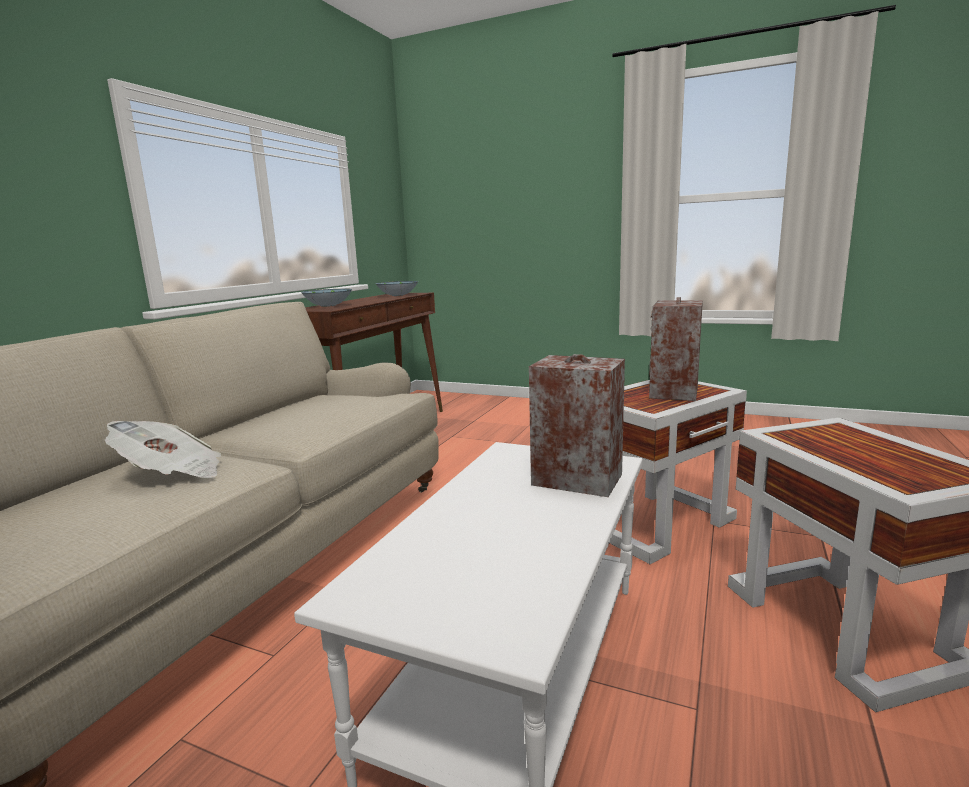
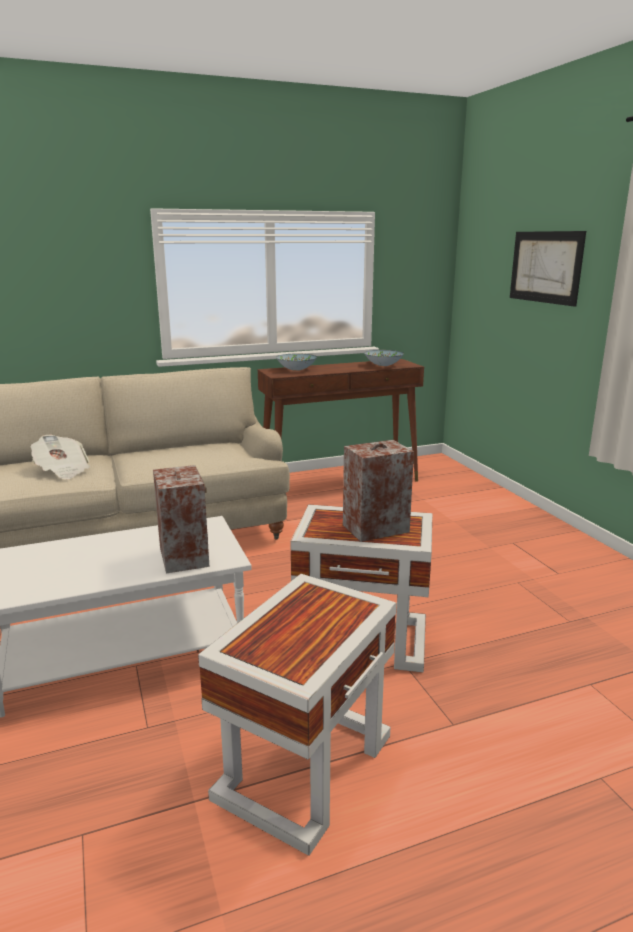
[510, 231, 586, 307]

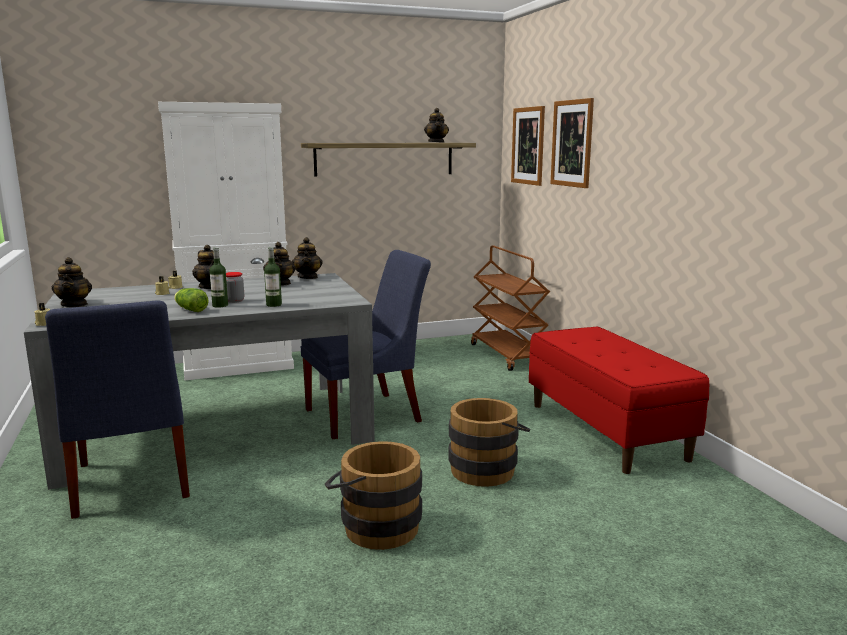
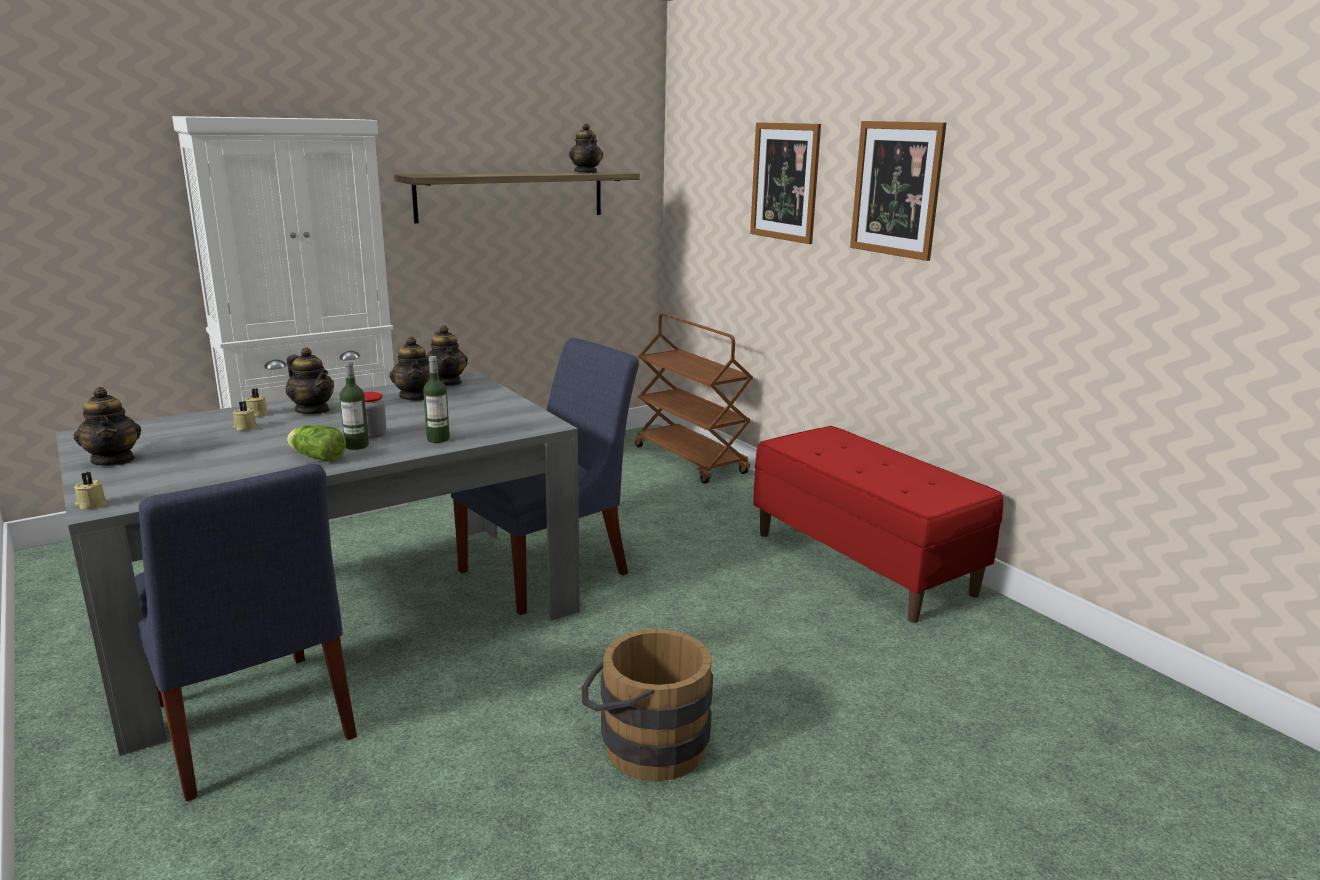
[850, 121, 946, 261]
[448, 398, 530, 487] (first image)

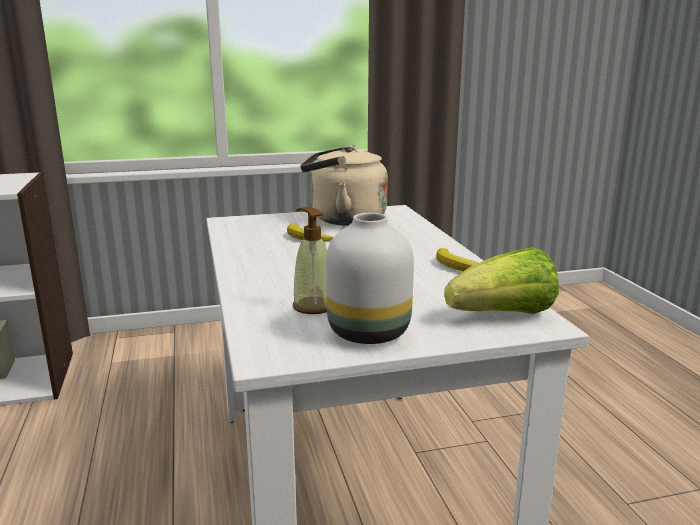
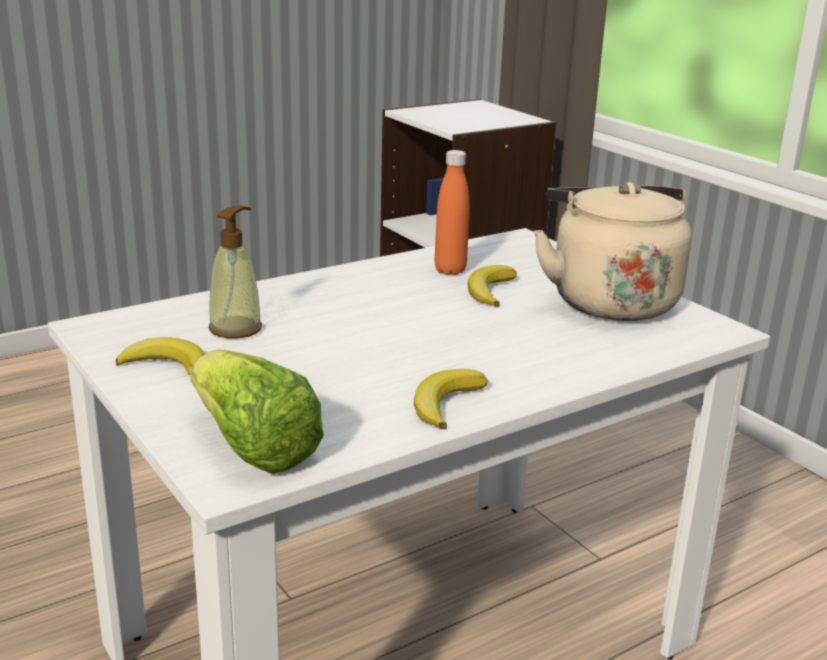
[116, 337, 205, 375]
[434, 150, 470, 275]

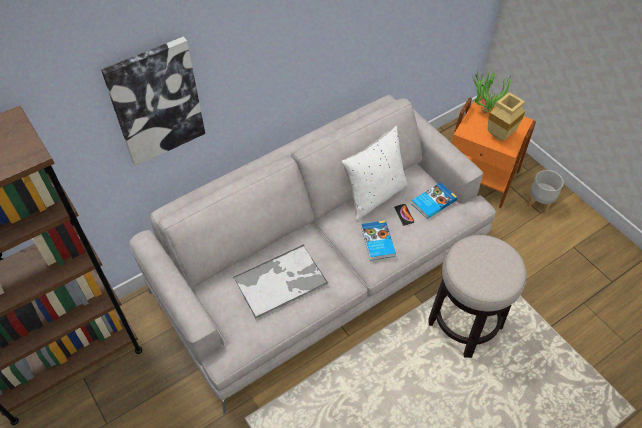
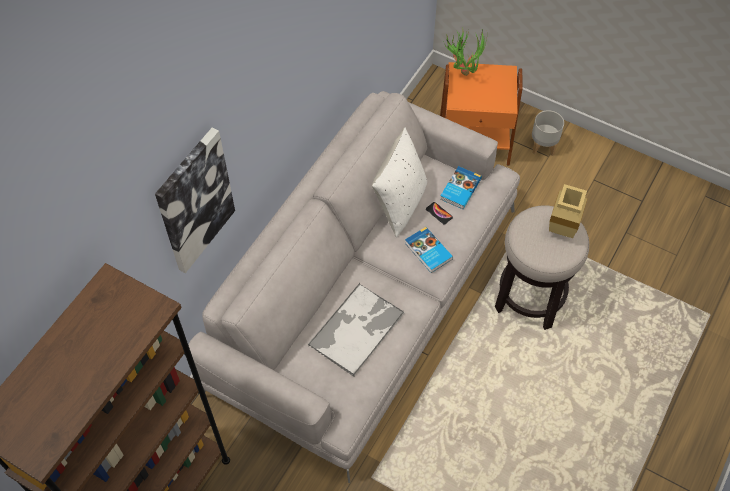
[549, 184, 587, 238]

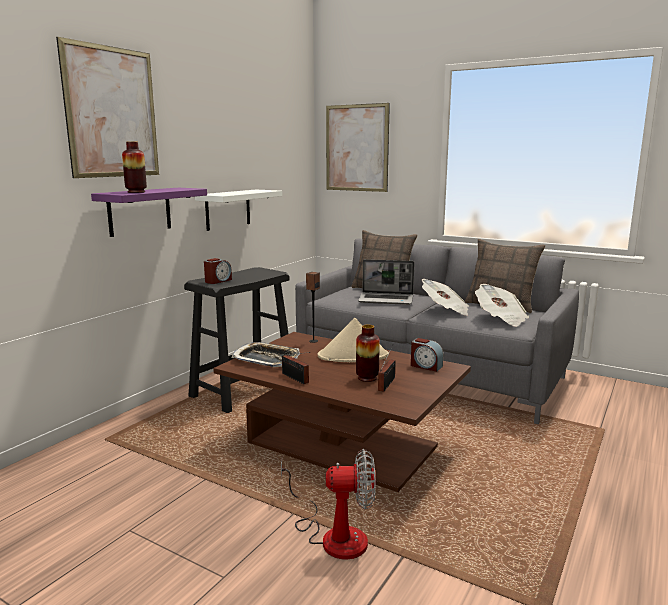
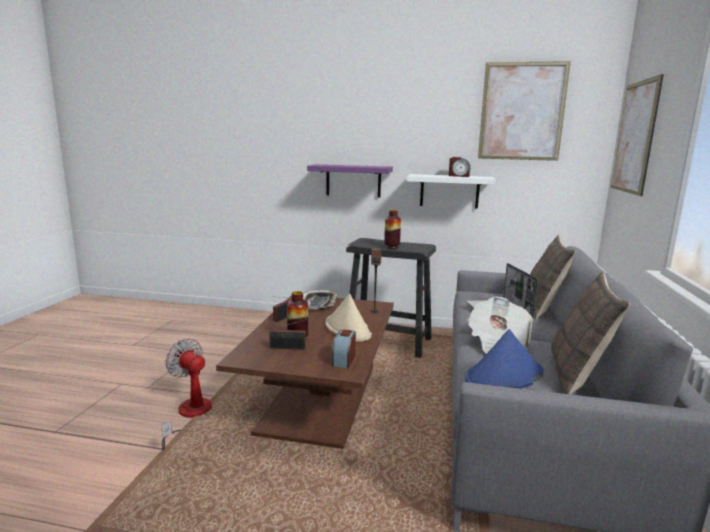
[161, 338, 212, 450]
[384, 210, 401, 249]
[449, 157, 471, 177]
[465, 329, 543, 389]
[478, 61, 571, 161]

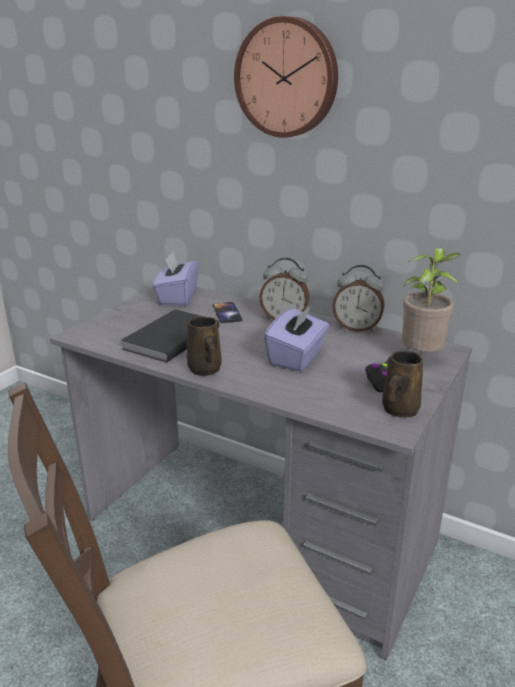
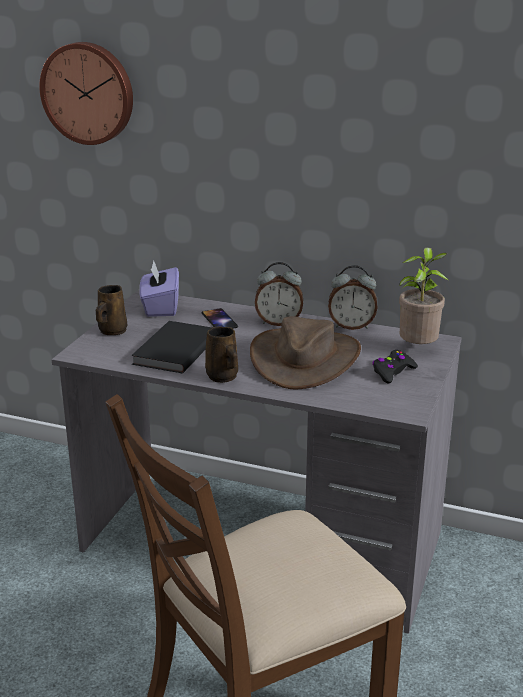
[39, 42, 133, 145]
[96, 285, 128, 335]
[250, 316, 361, 389]

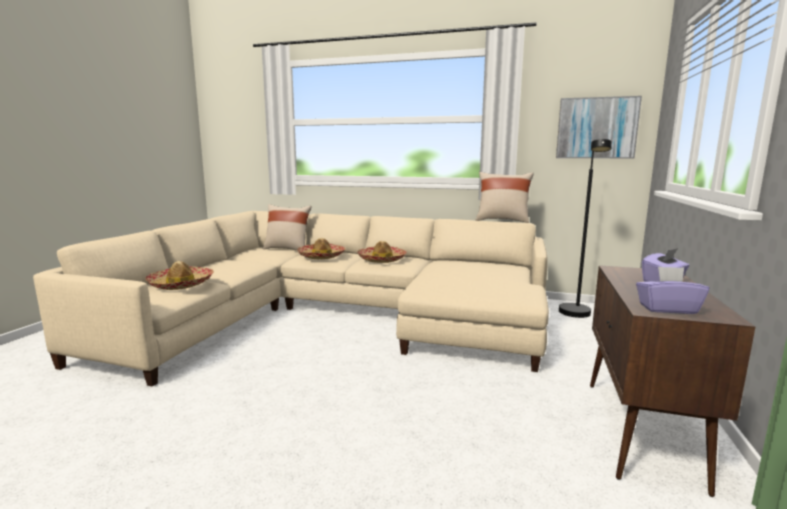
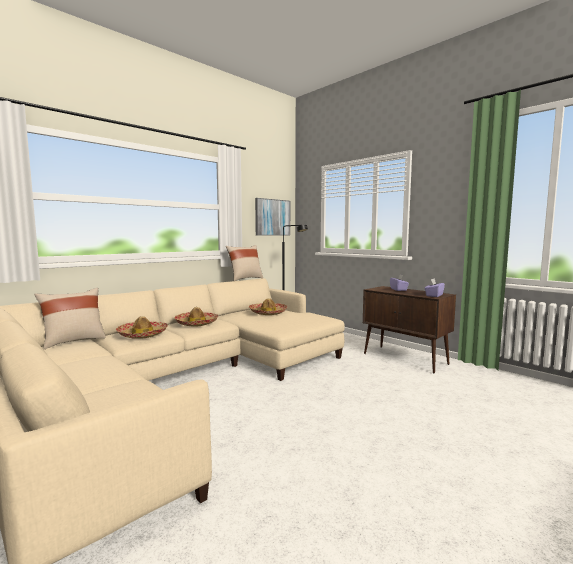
[249, 298, 287, 315]

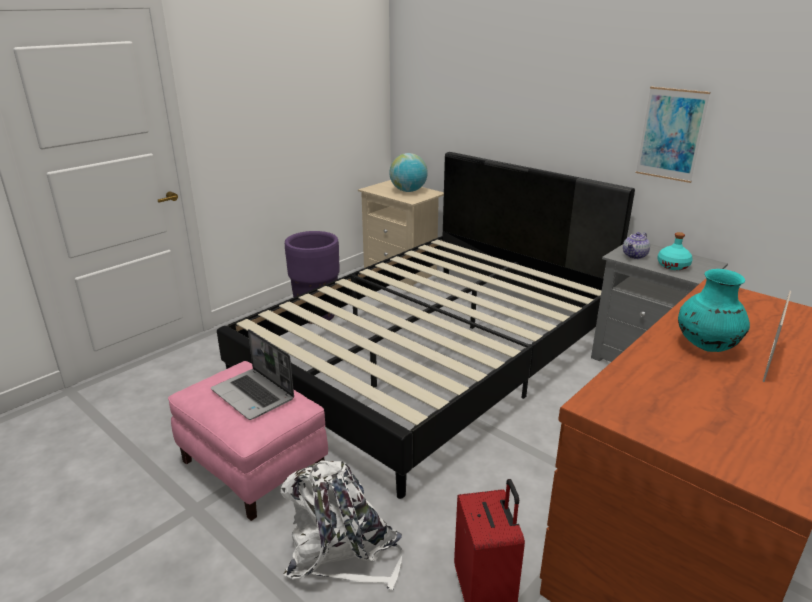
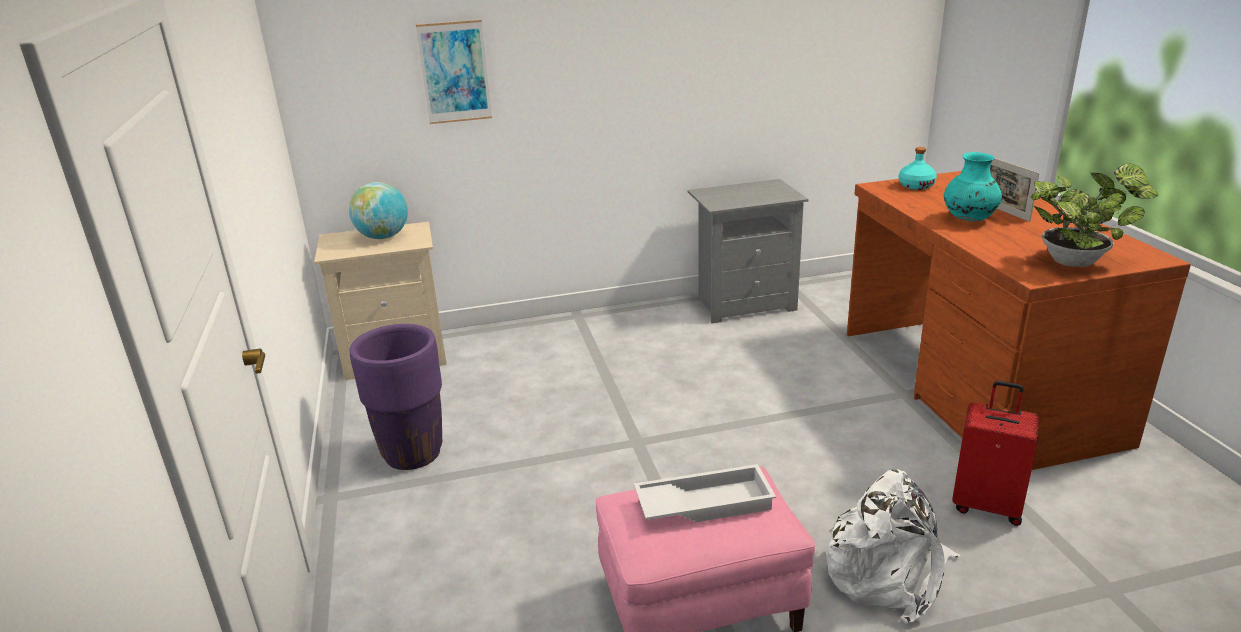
[416, 20, 492, 124]
[634, 464, 776, 522]
[898, 147, 937, 190]
[1031, 163, 1158, 267]
[217, 152, 635, 499] (first image)
[623, 232, 650, 259] (first image)

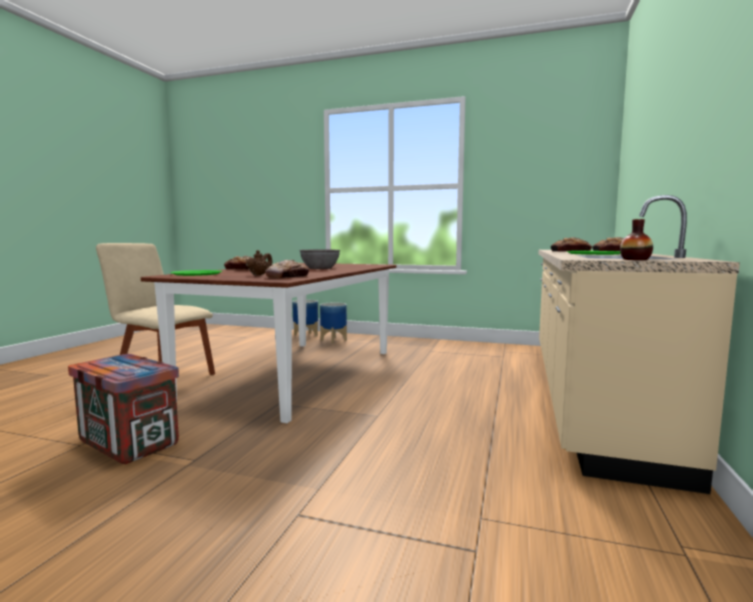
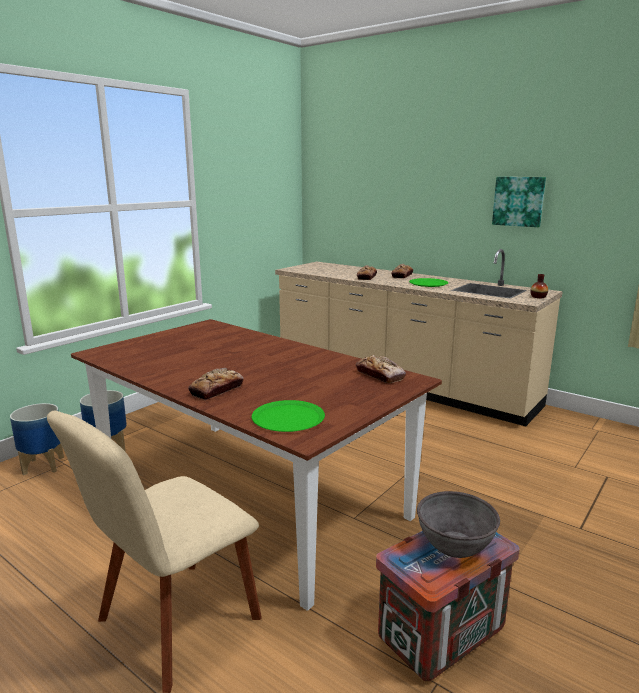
[417, 491, 500, 558]
[492, 177, 546, 227]
[246, 250, 272, 276] (first image)

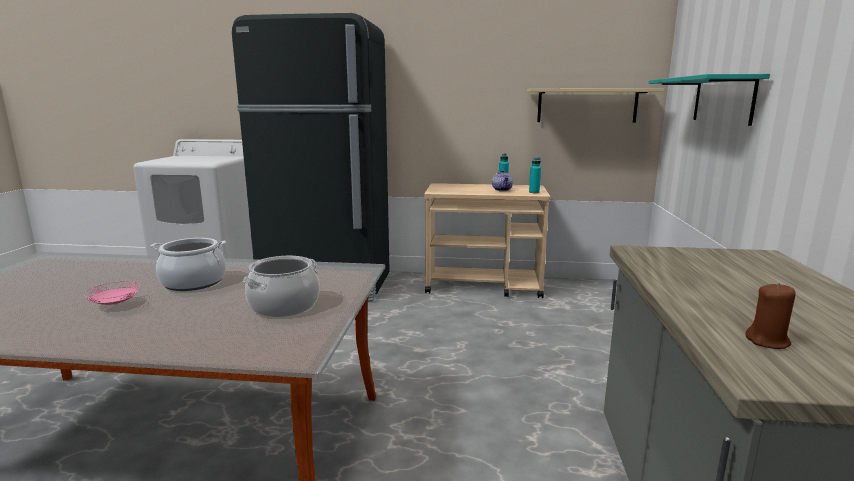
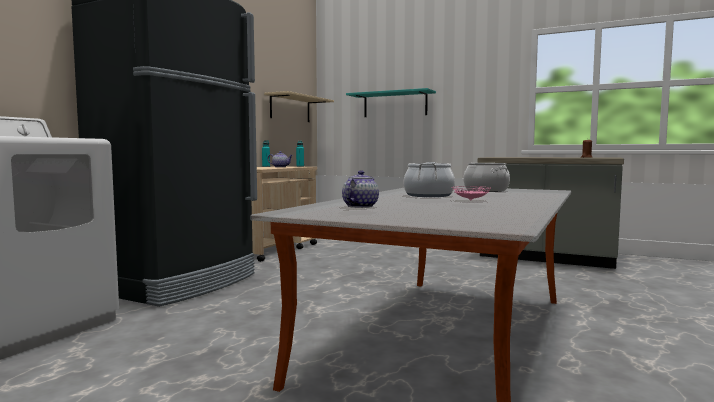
[342, 170, 379, 208]

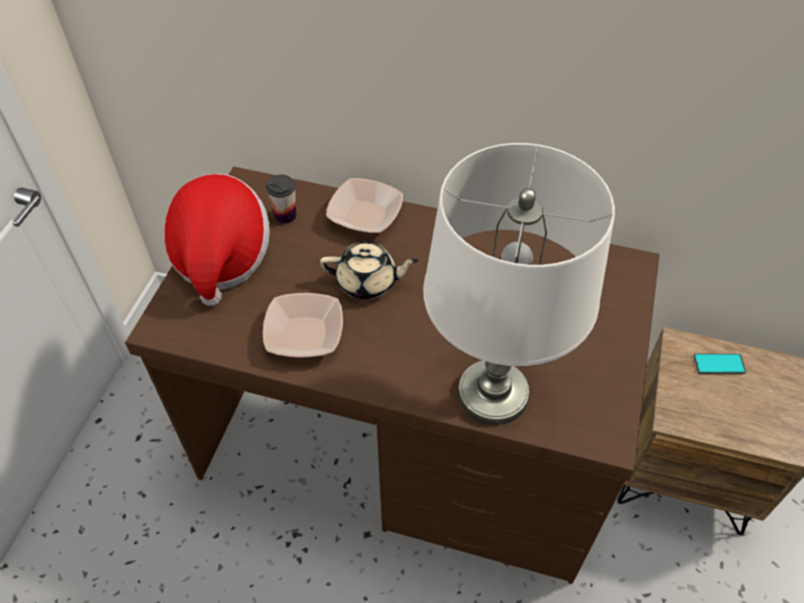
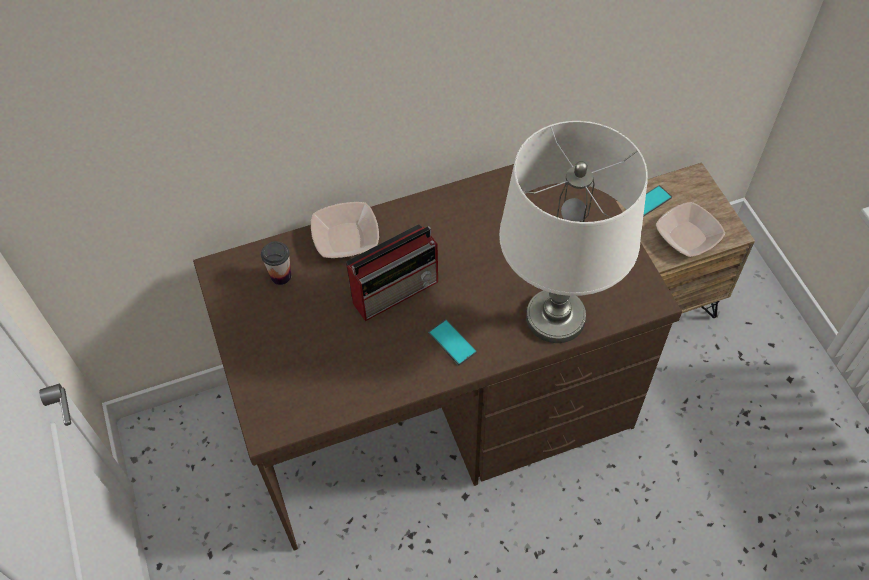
[346, 224, 438, 321]
[428, 319, 477, 365]
[656, 202, 725, 257]
[164, 173, 270, 306] (first image)

